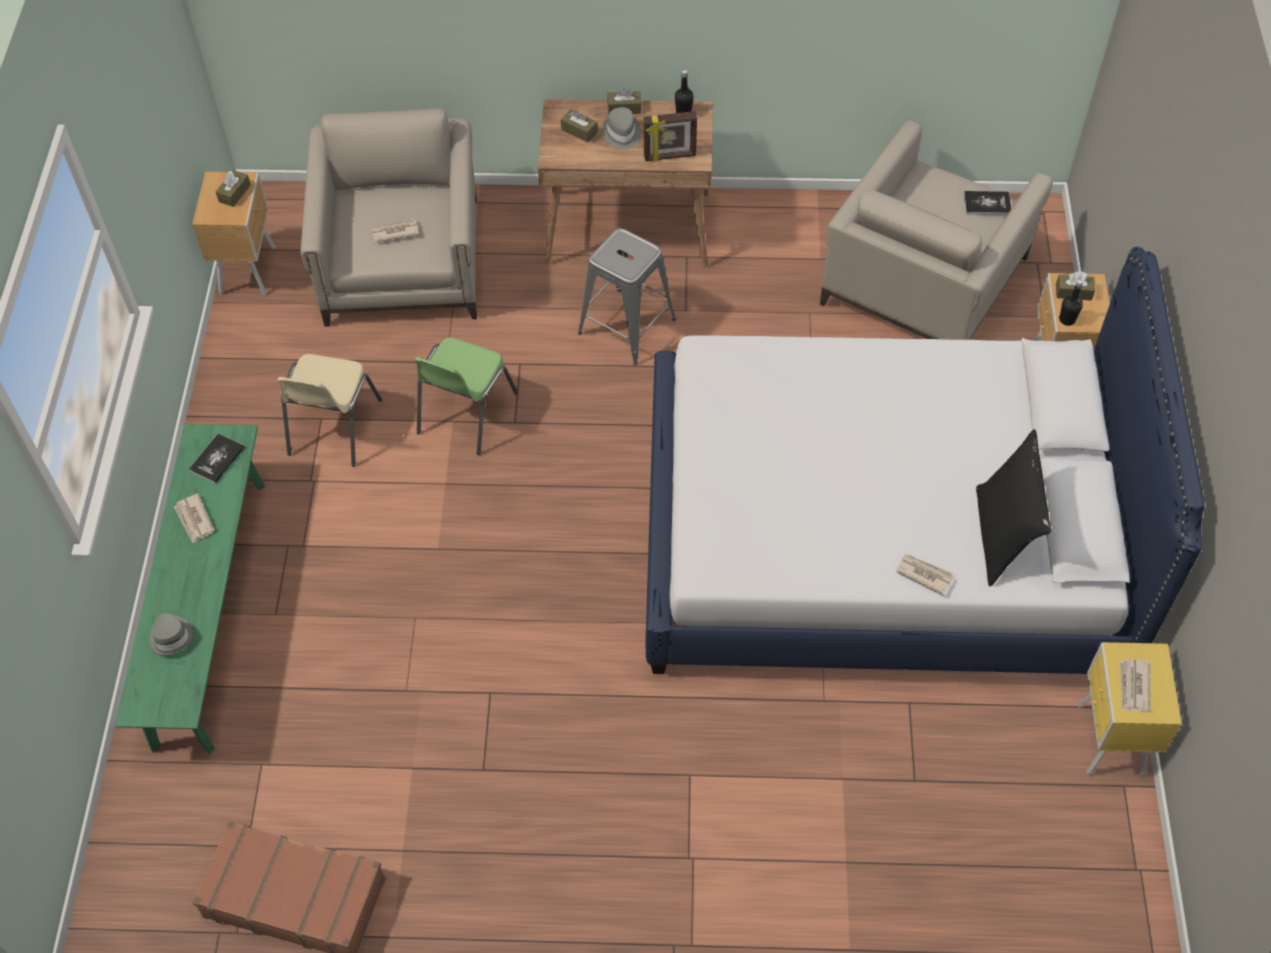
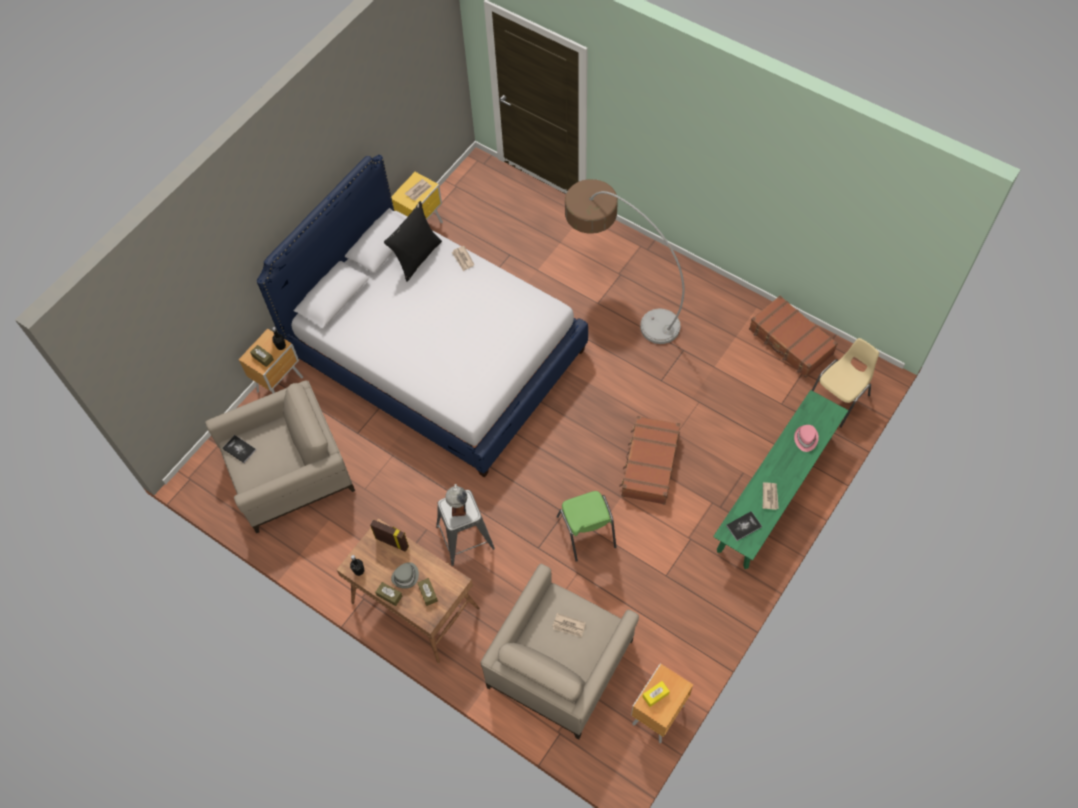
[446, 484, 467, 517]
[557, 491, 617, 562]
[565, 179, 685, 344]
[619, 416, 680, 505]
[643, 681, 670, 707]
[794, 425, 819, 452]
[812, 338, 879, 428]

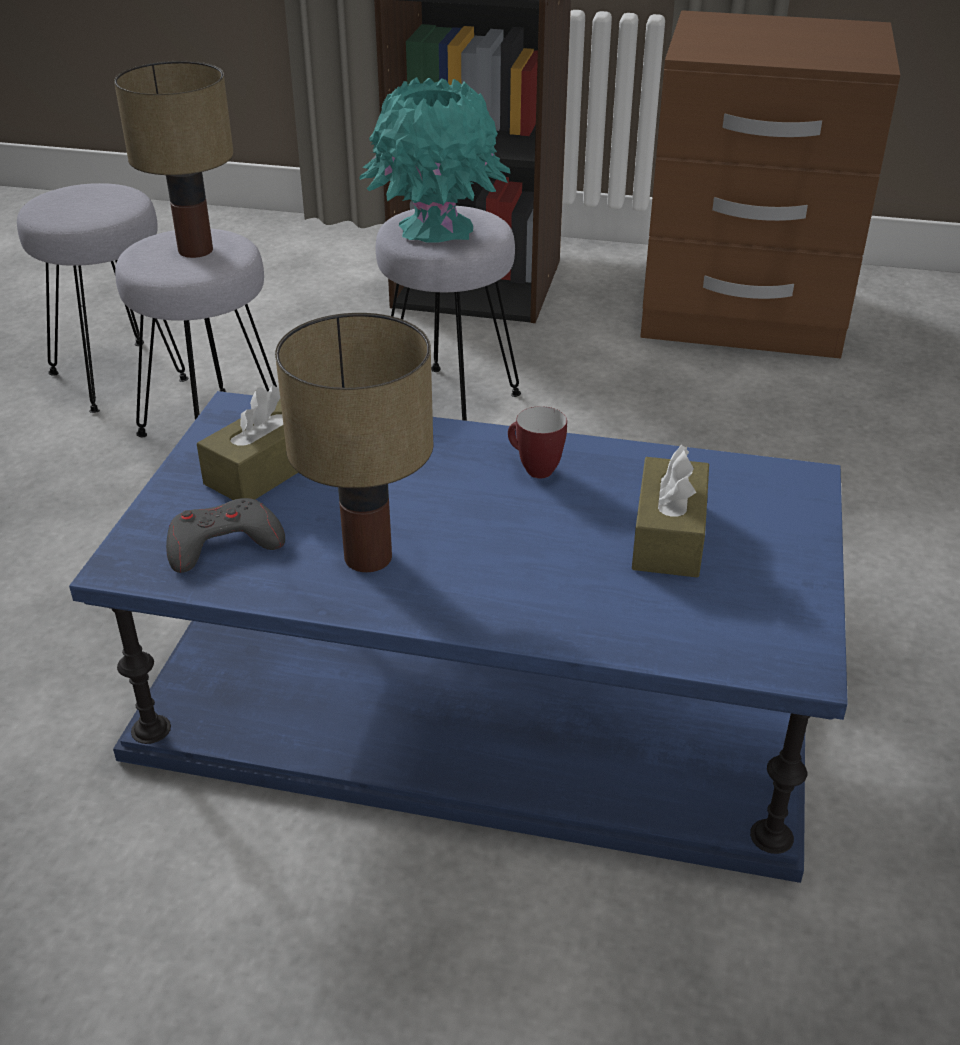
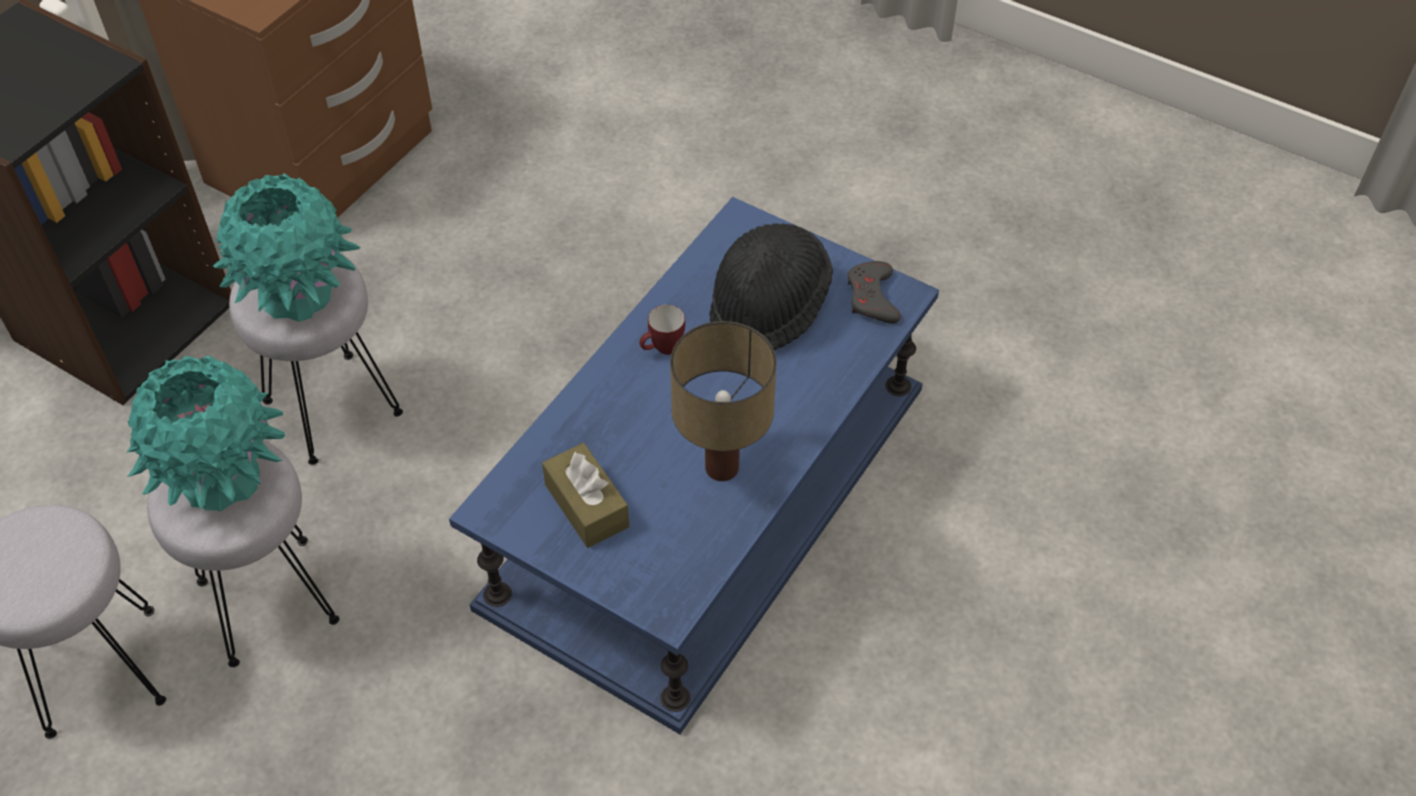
[127, 355, 285, 511]
[709, 223, 833, 351]
[848, 261, 901, 324]

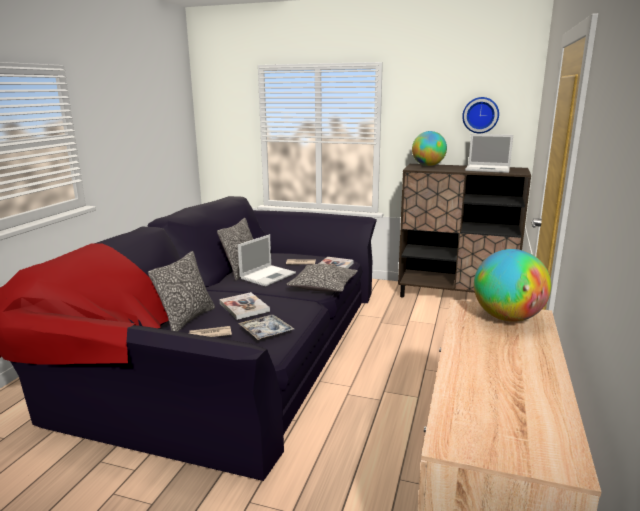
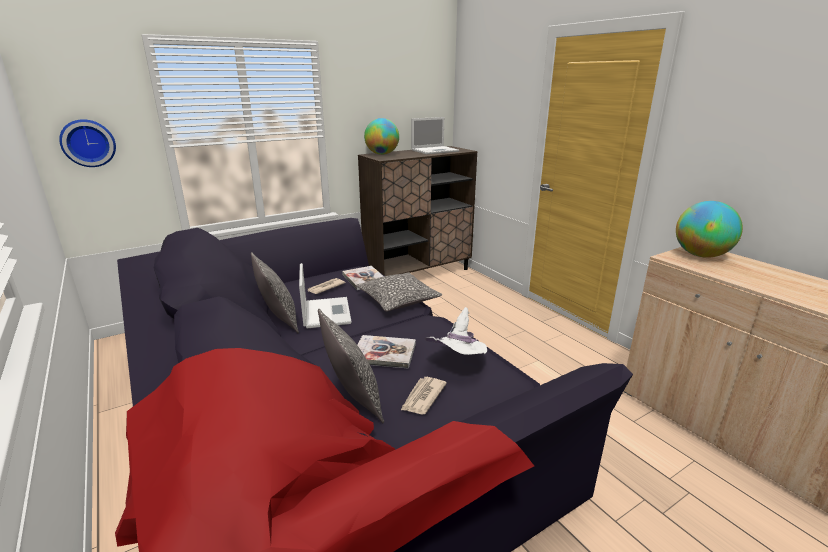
[59, 119, 116, 167]
[425, 307, 487, 355]

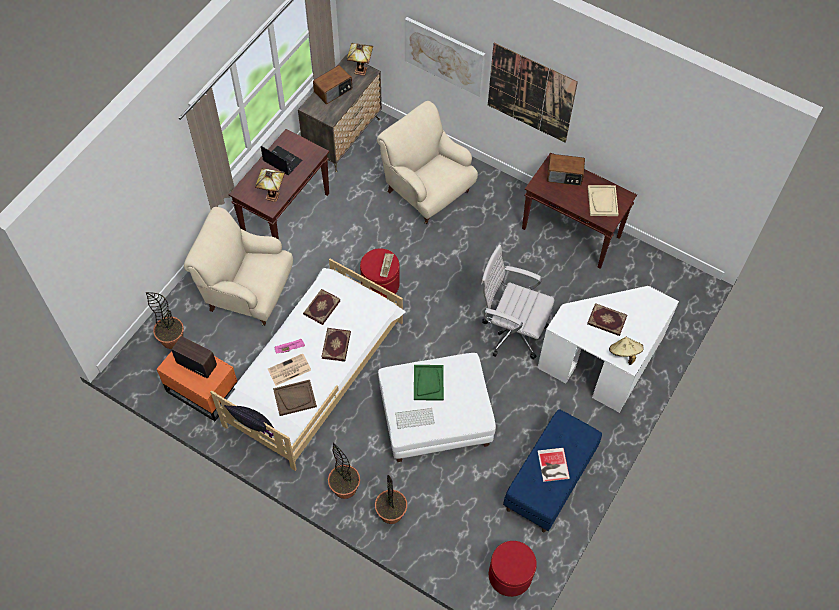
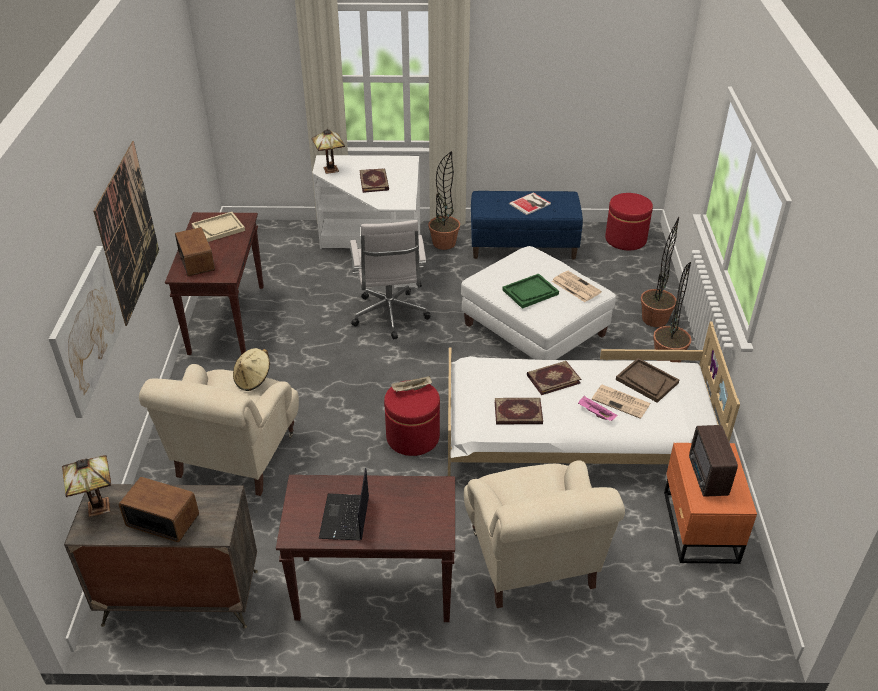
[233, 348, 270, 391]
[312, 129, 345, 174]
[428, 151, 460, 250]
[552, 271, 602, 302]
[224, 405, 275, 432] (first image)

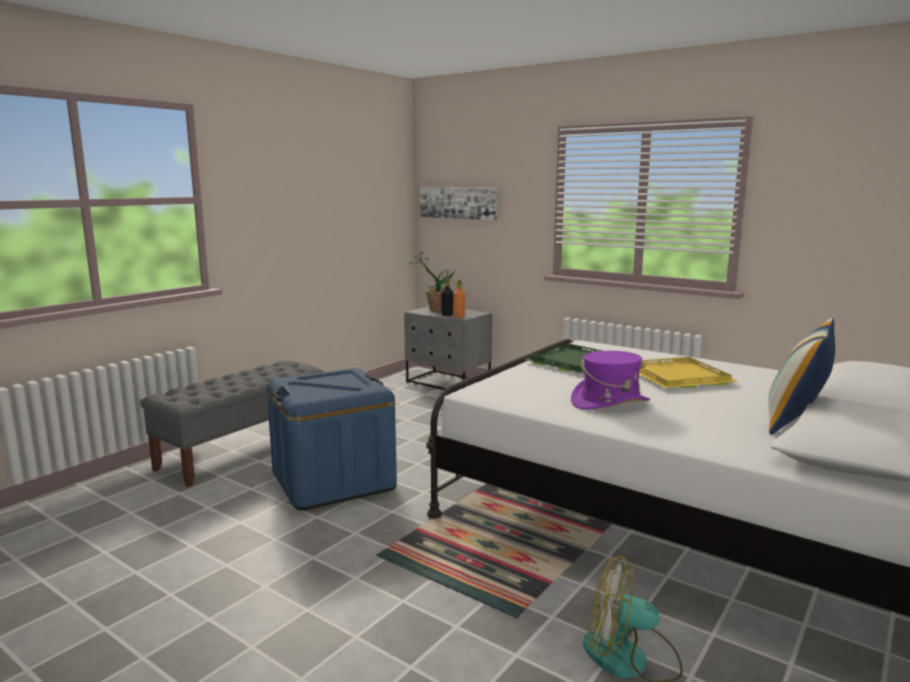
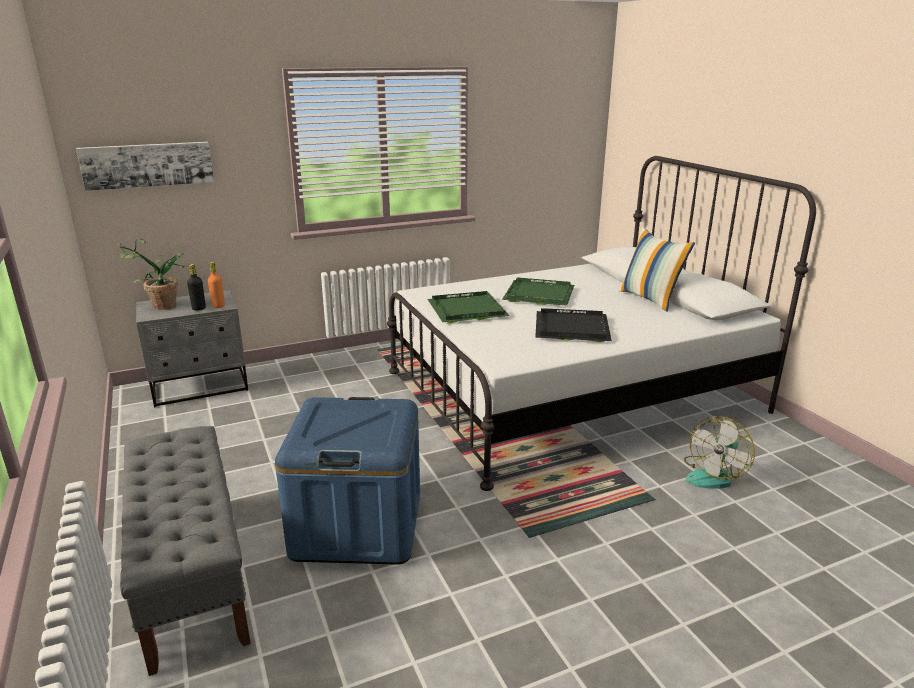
[502, 277, 574, 306]
[535, 308, 612, 342]

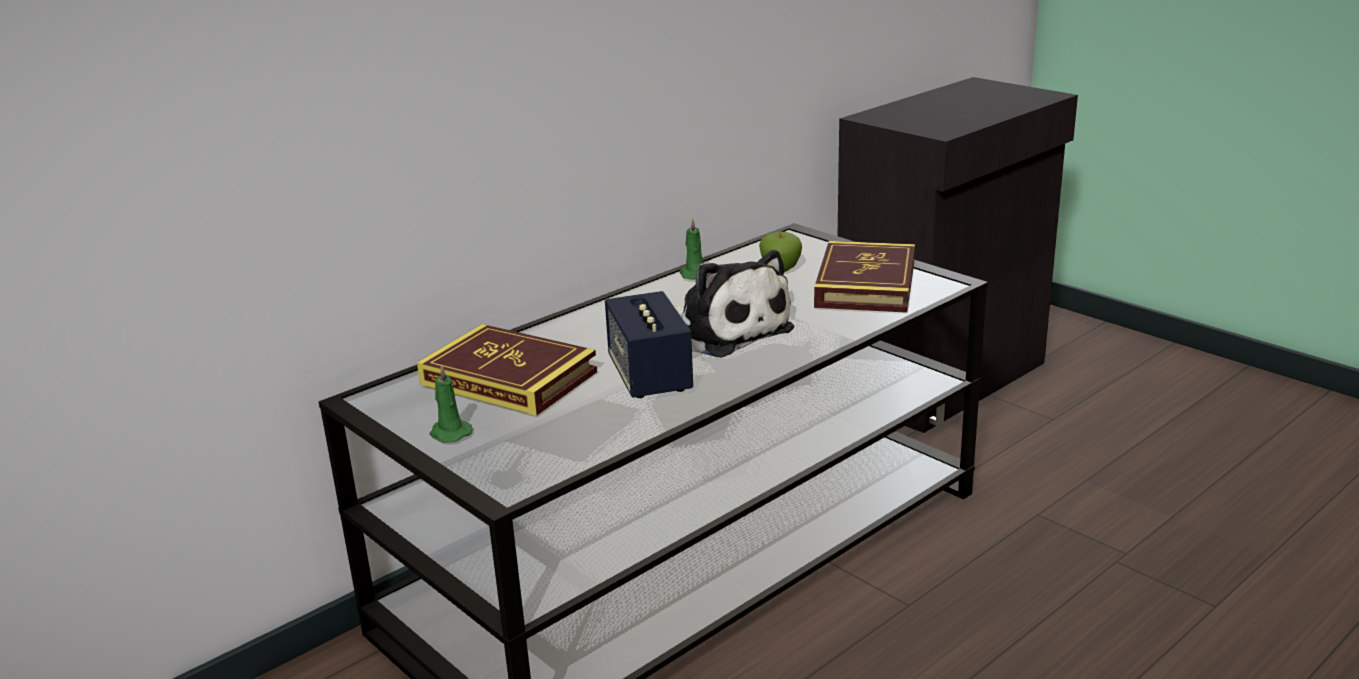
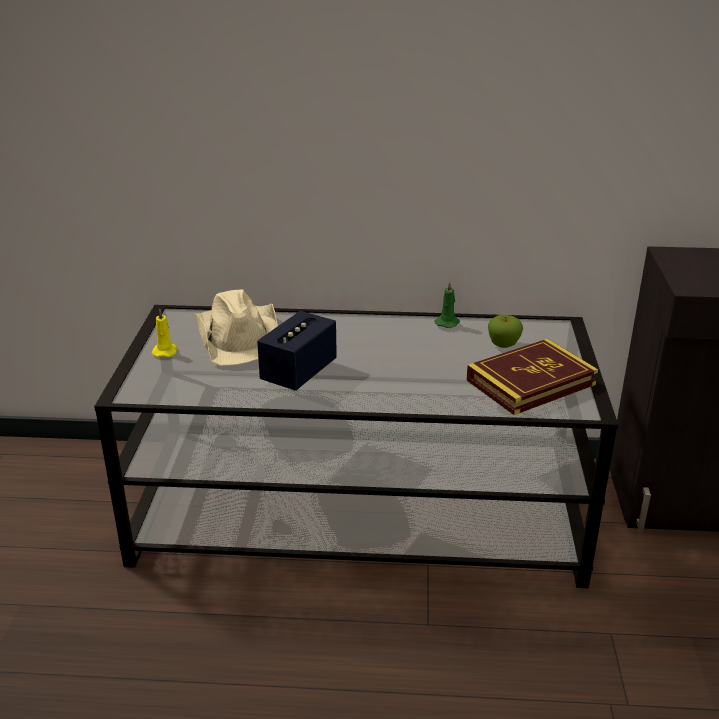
[151, 308, 177, 357]
[195, 290, 278, 366]
[674, 250, 794, 358] (first image)

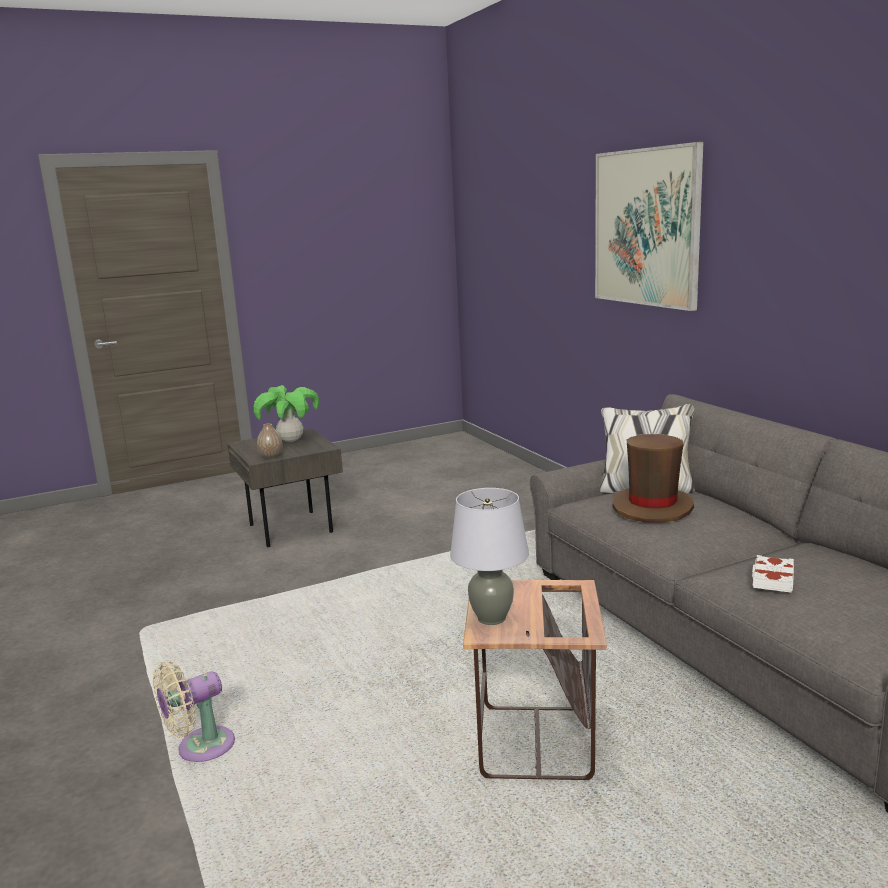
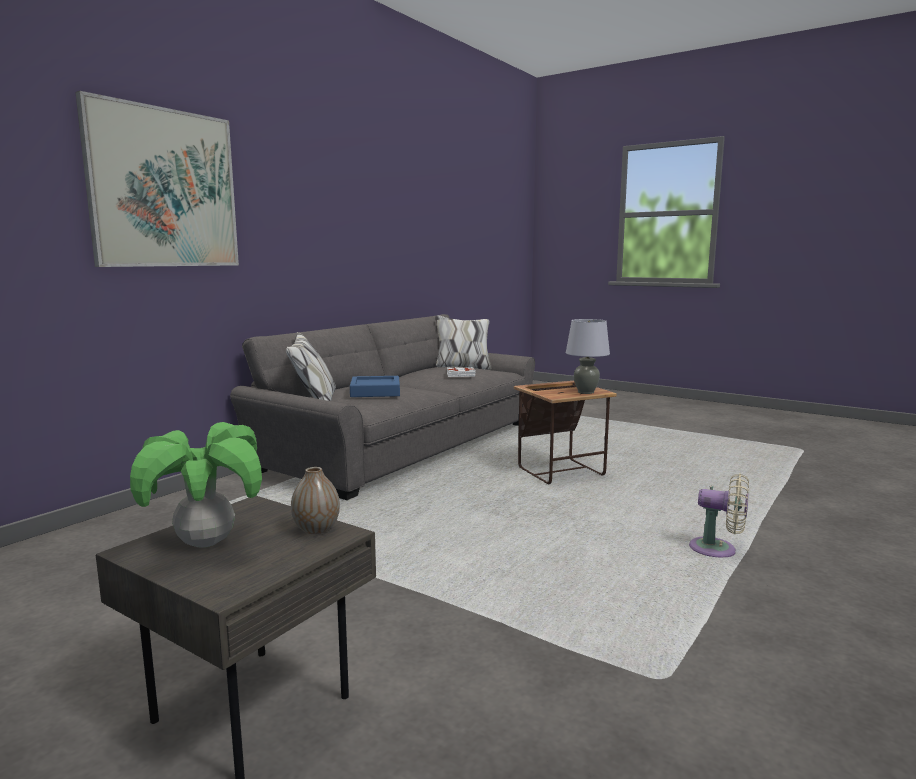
[350, 376, 400, 397]

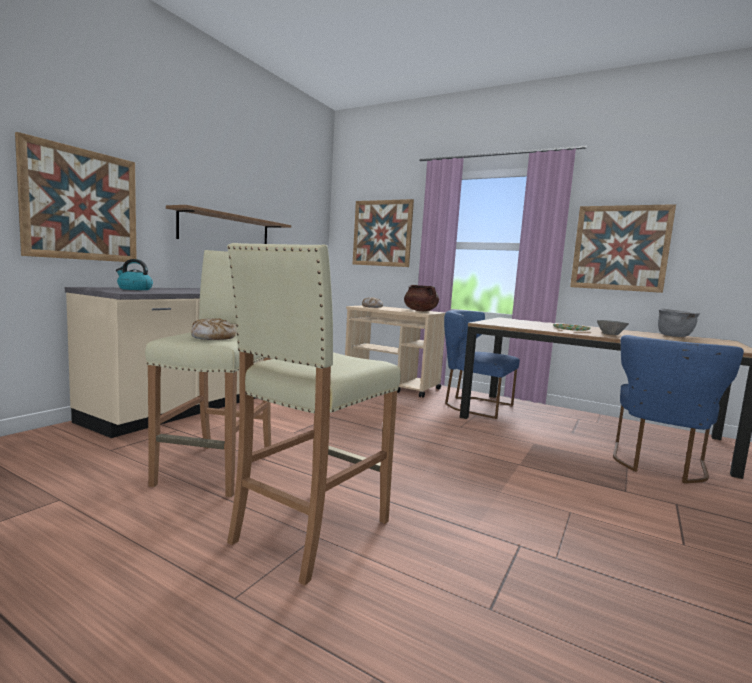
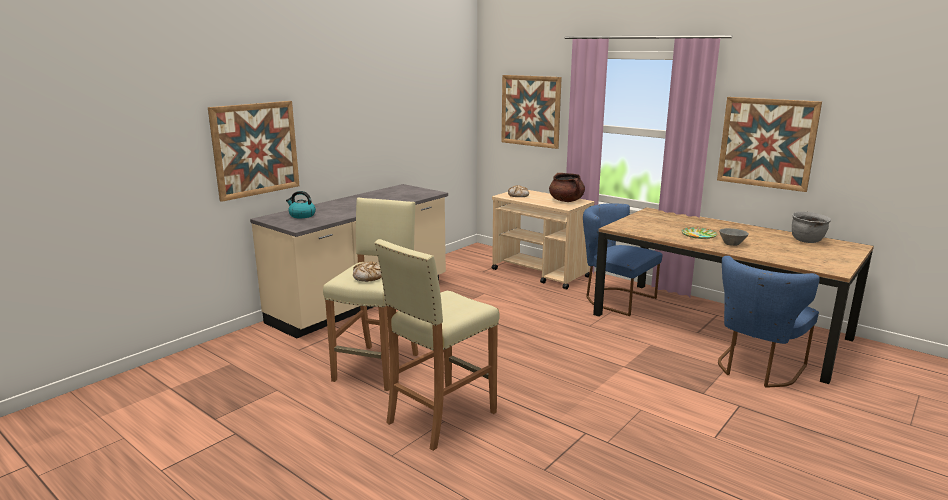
[166, 205, 291, 244] (first image)

